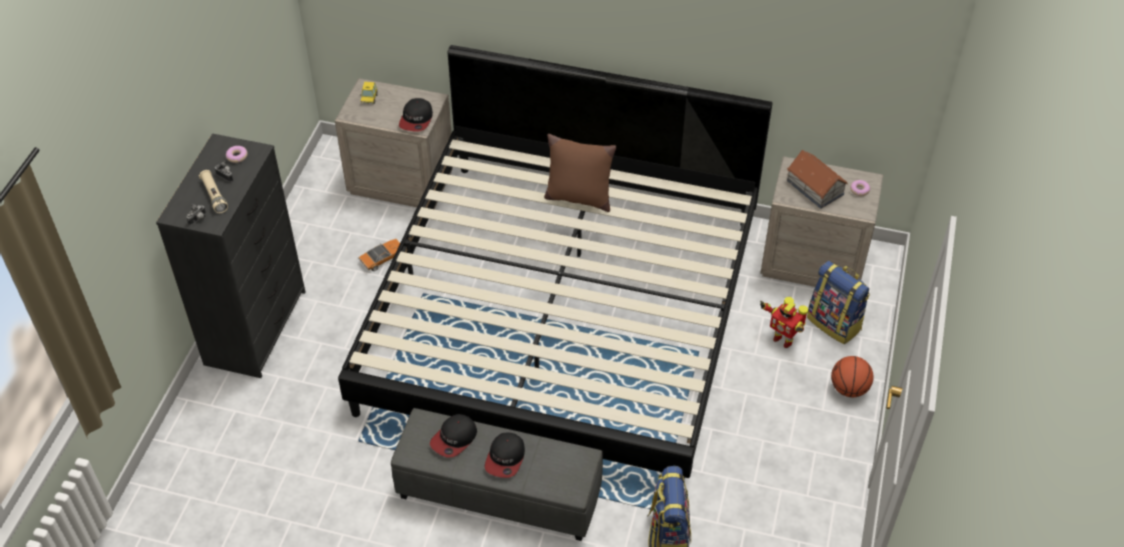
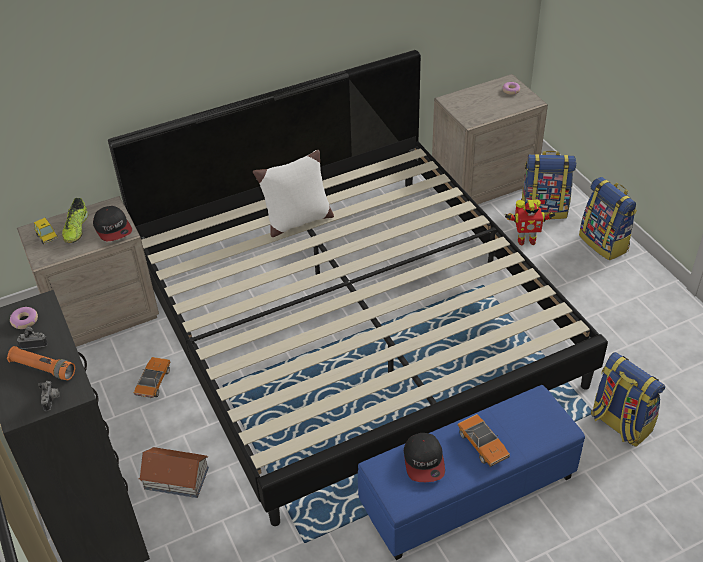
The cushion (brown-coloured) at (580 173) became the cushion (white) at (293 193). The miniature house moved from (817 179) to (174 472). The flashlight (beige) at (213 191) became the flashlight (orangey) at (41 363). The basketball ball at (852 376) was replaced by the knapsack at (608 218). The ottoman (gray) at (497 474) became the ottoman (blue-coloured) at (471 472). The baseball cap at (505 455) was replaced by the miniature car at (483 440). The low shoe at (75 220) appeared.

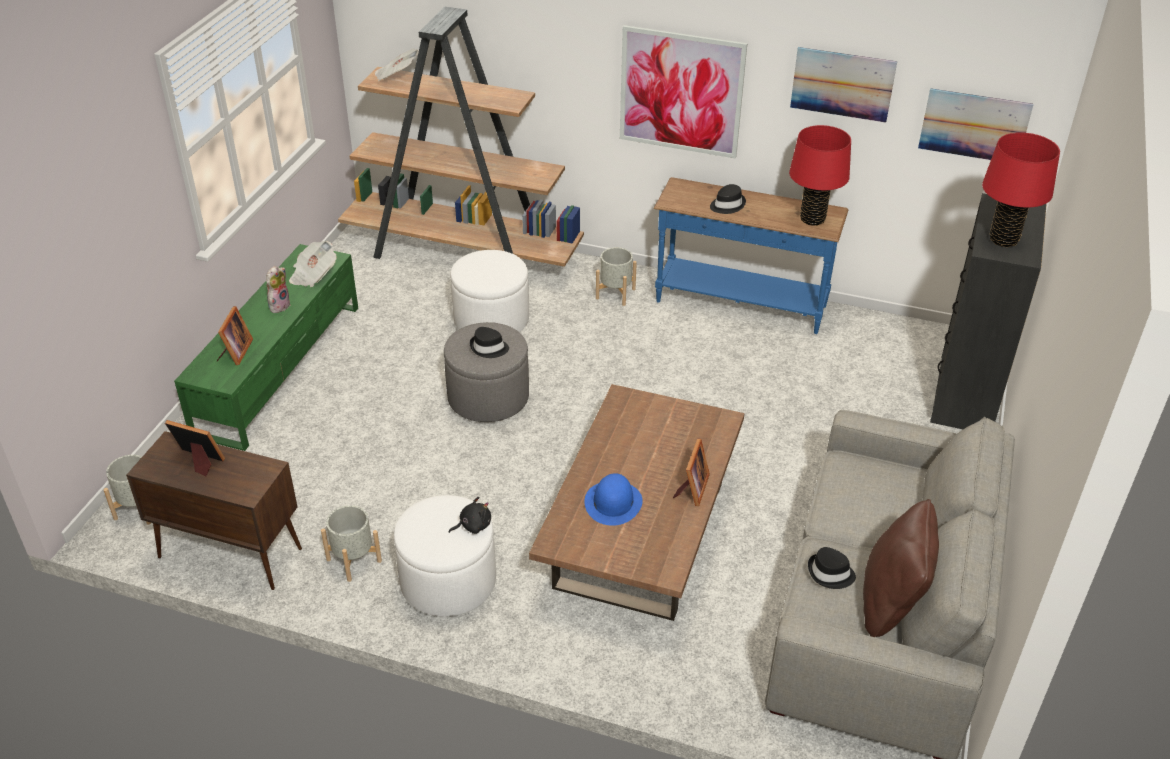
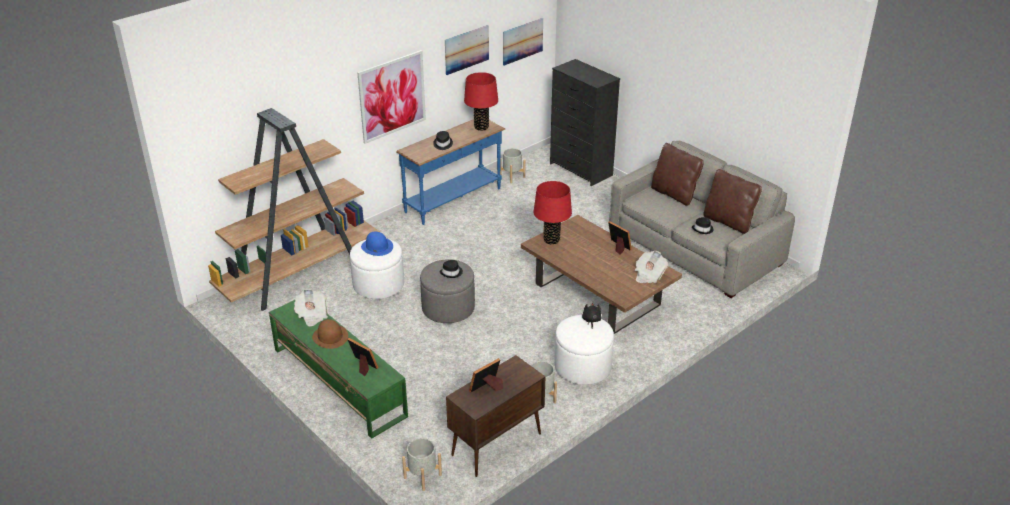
The daily paper moved from (397 64) to (651 267). The lamp for a table (red-coloured) moved from (1021 189) to (552 213). The flower pot (gray) moved from (616 276) to (513 165). The cuddly toy at (278 289) was replaced by the hat (brown-coloured) at (330 334). The hat (blue-coloured) moved from (613 499) to (377 243). The cushion (brown-coloured) at (677 174) appeared.

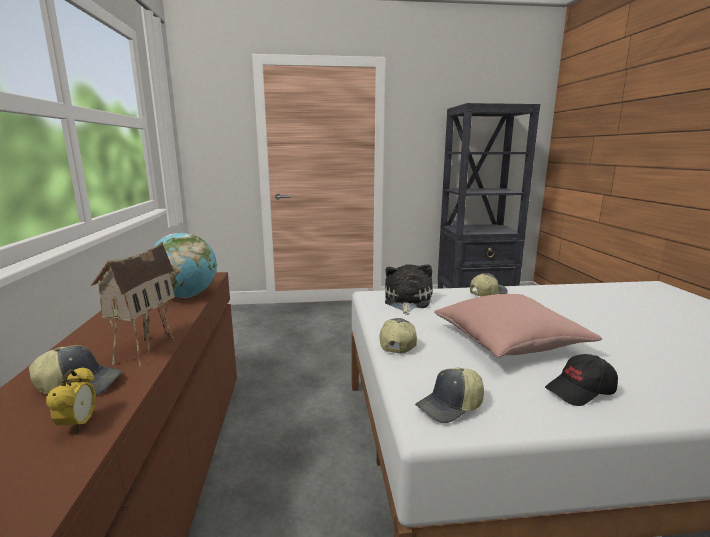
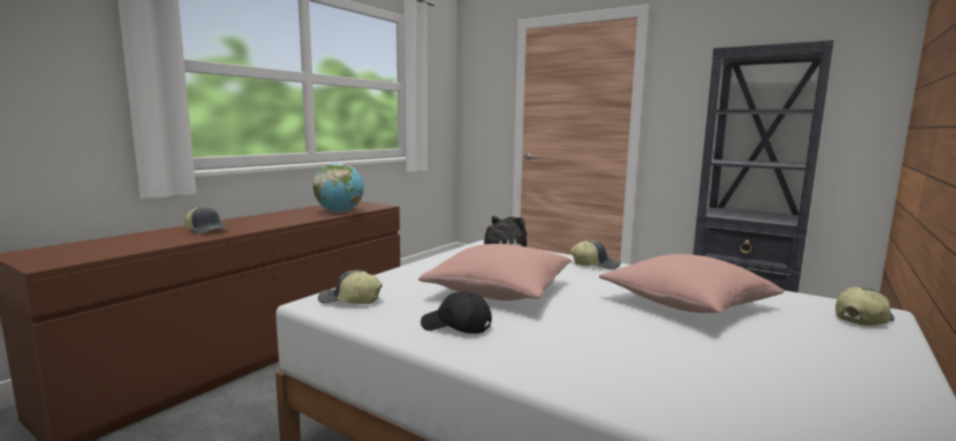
The miniature house at (132 304) disappeared. The baseball cap moved from (398 336) to (864 306). The table clock at (71 400) disappeared. The cushion (pink) at (691 283) appeared.

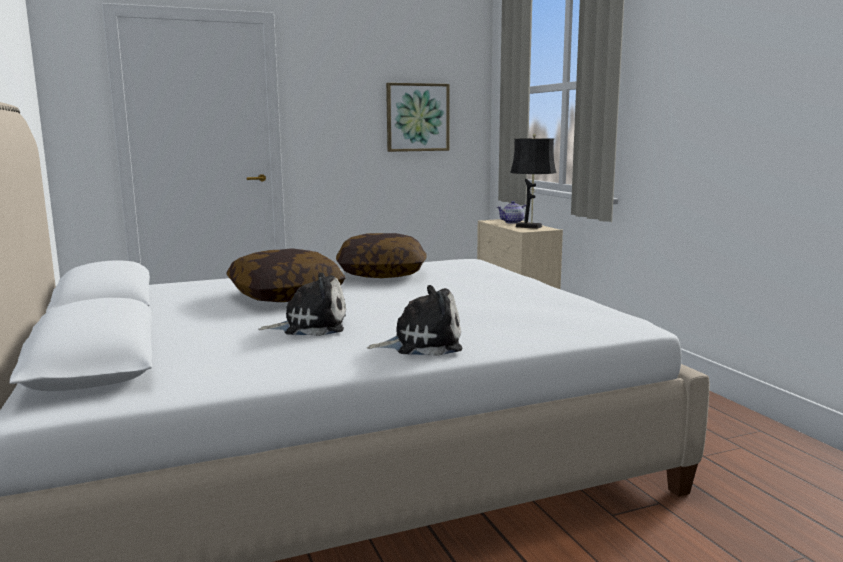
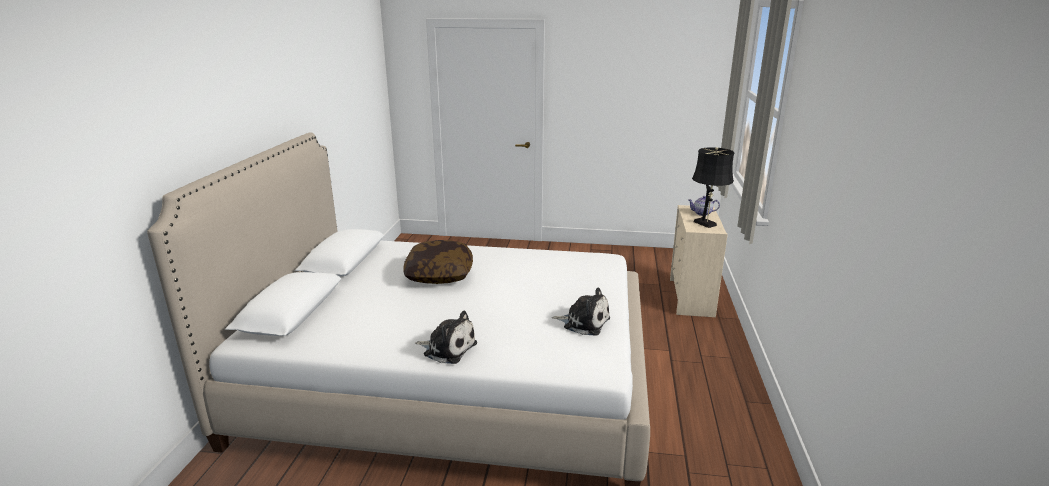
The picture at (418 117) disappeared. The cushion at (381 255) disappeared. The cuddly toy moved from (302 304) to (581 311).

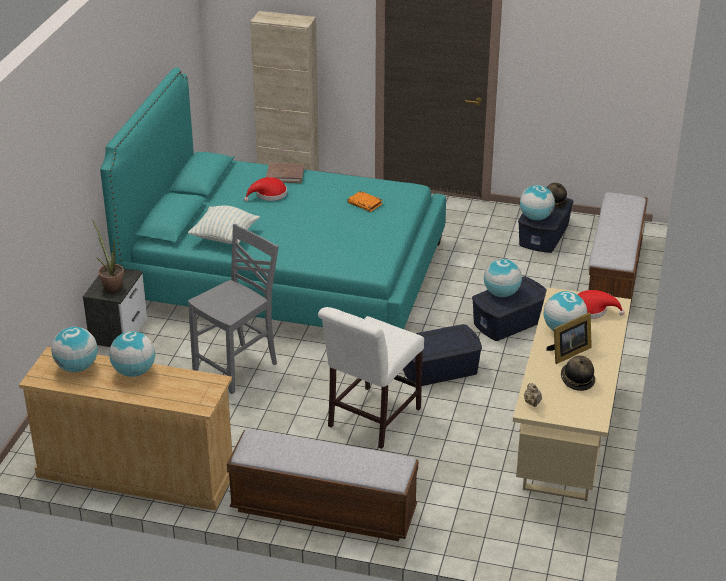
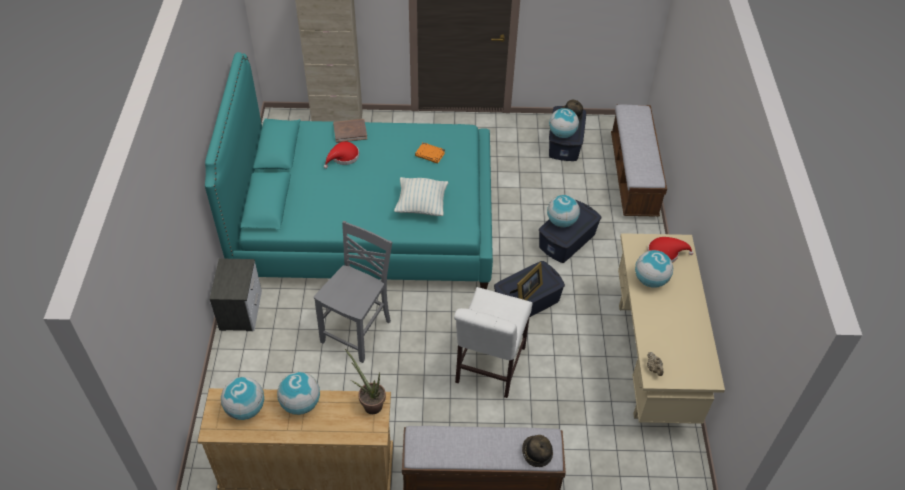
The cushion moved from (224 224) to (421 196). The plant in a pot moved from (108 257) to (365 381). The standing frame moved from (569 338) to (526 281). The hat moved from (578 373) to (537 451).

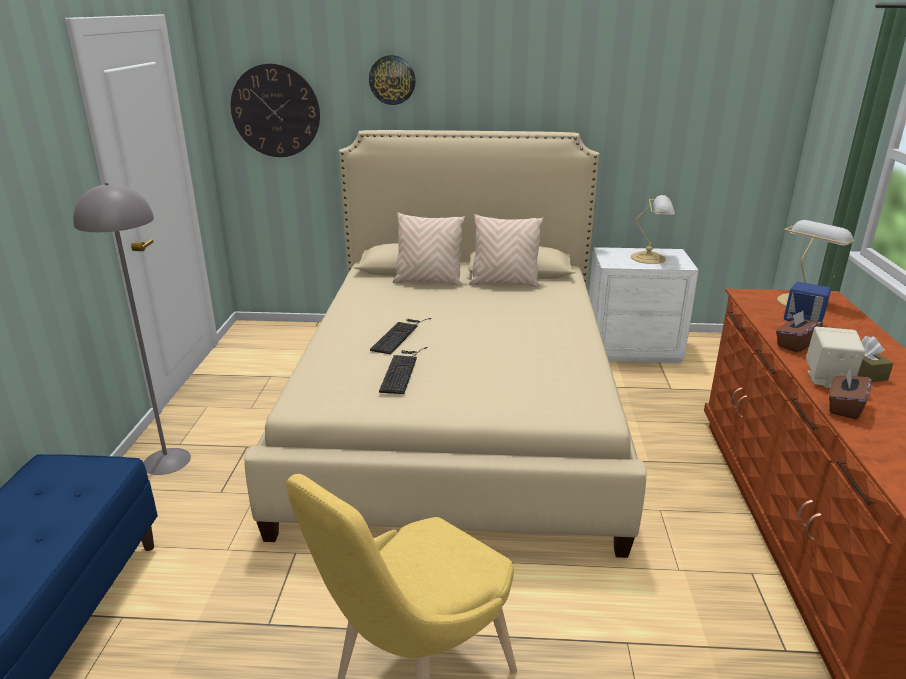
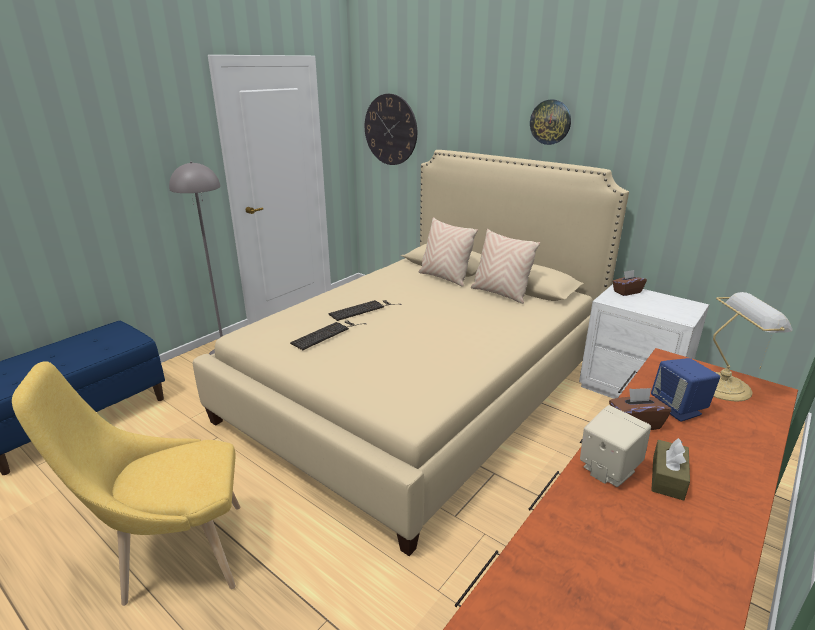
The clock on the wall moved from (392 80) to (550 122). The lamp for a table at (653 229) disappeared. The tissue box (brown-coloured) moved from (850 393) to (629 283).

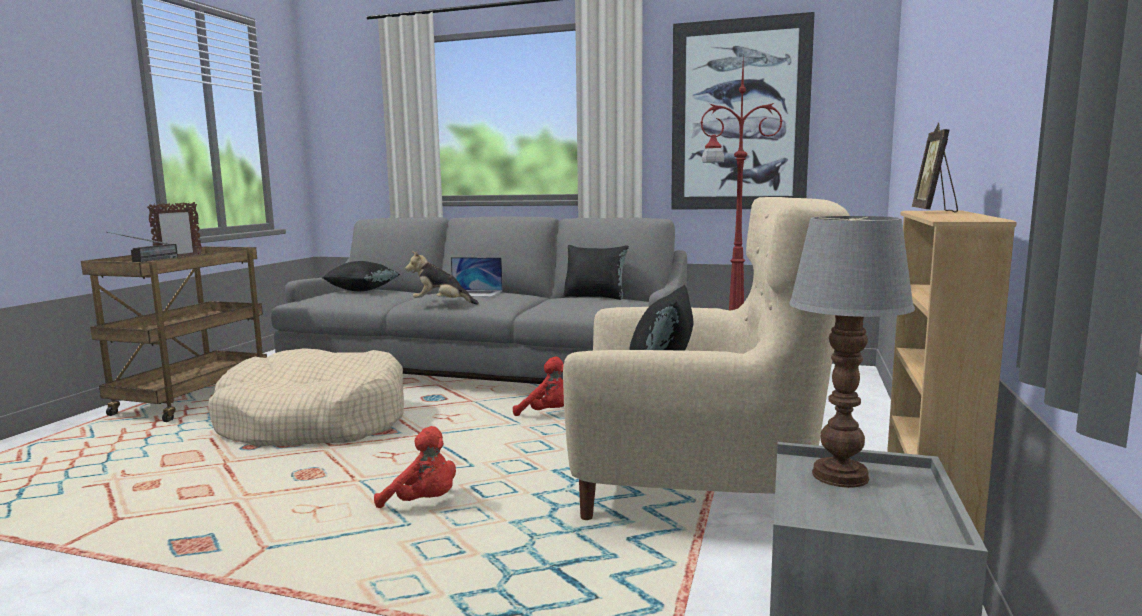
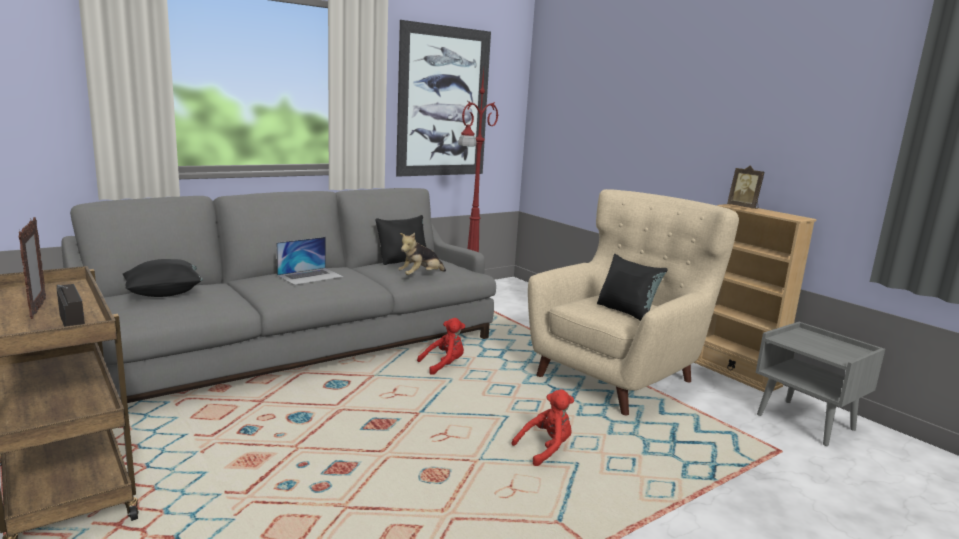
The lamp for a table at (852 352) disappeared. The cuddly toy moved from (442 278) to (422 254). The dog bed (beige) at (306 397) disappeared.

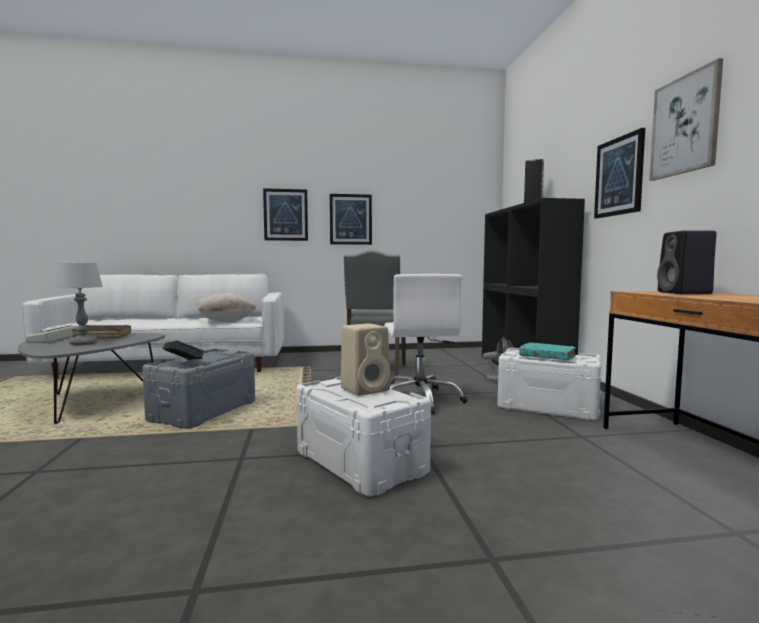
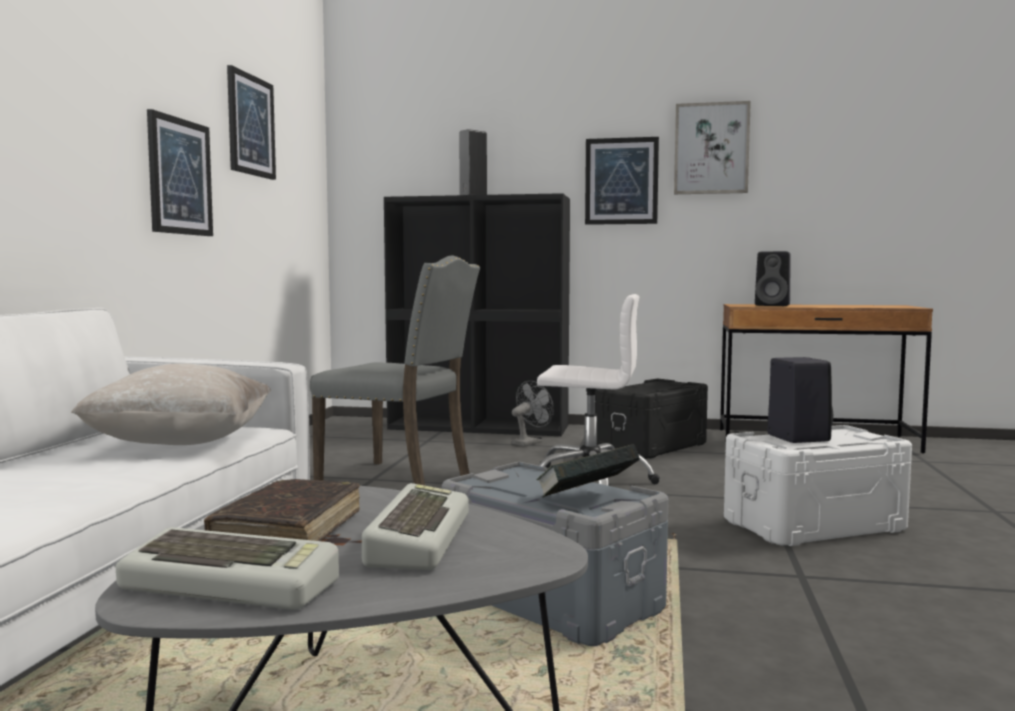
The picture moved from (285 214) to (251 122). The lamp for a table at (79 304) was replaced by the keyboard at (415 526). The loudspeaker (beige) at (365 359) became the loudspeaker (blackish) at (800 400). The book (turquoise) at (547 351) disappeared. The storage container (white) at (549 384) became the storage container (blackish) at (651 419).

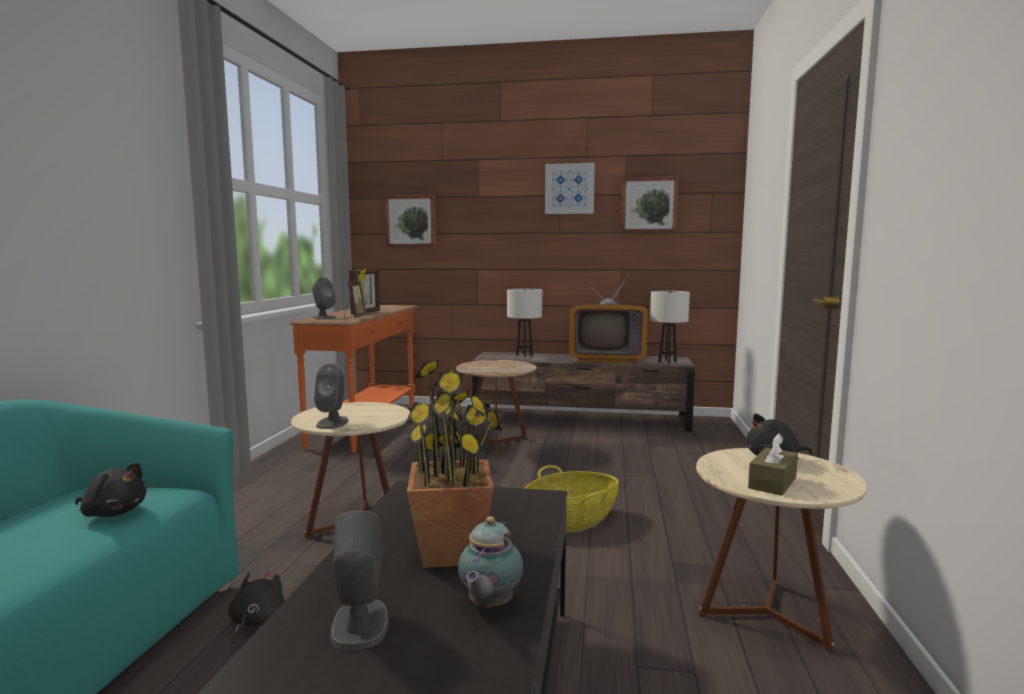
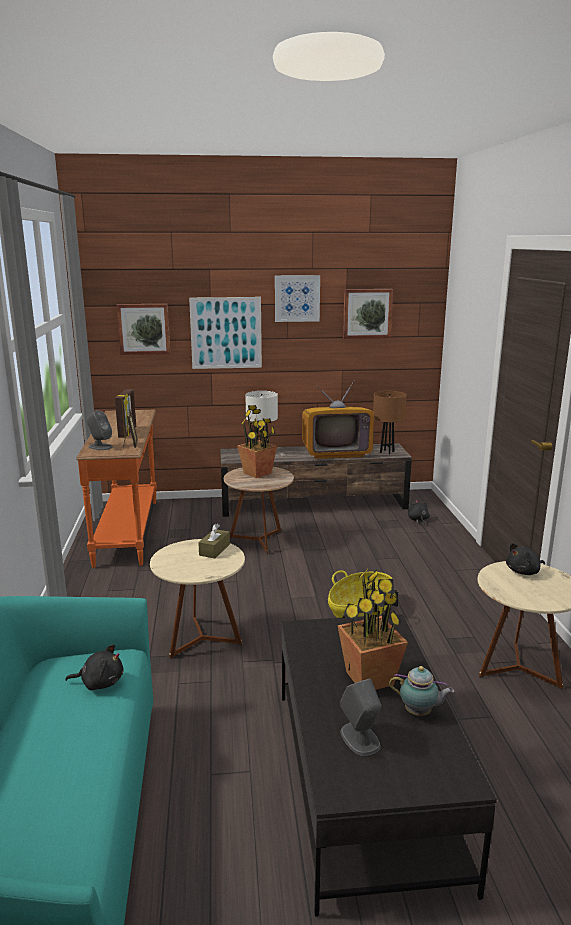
The lamp for a table (white) at (670 327) became the lamp for a table (brown-coloured) at (390 423). The loudspeaker (gray) at (331 396) disappeared. The tissue box (brown-coloured) moved from (773 464) to (214 541). The pot for tea at (490 562) turned 75 degrees counterclockwise. The cuddly toy (blackish) moved from (256 608) to (419 512). The picture at (225 333) appeared. The plant in a pot at (257 441) appeared.

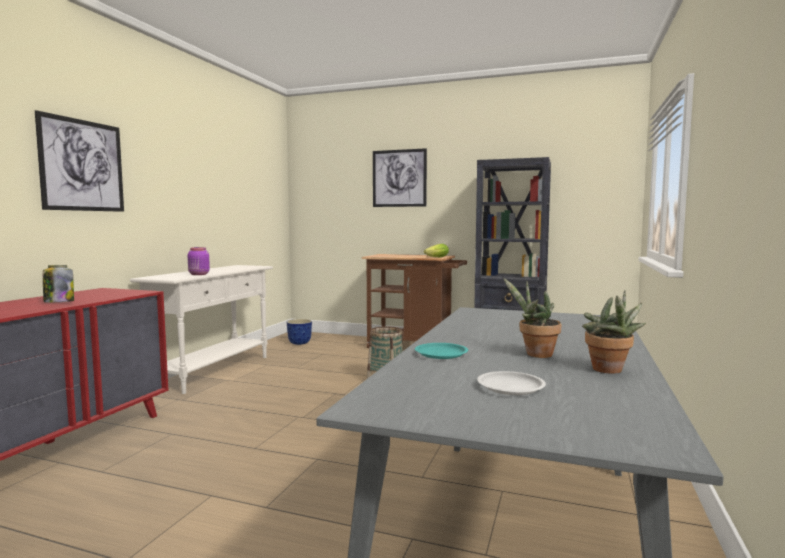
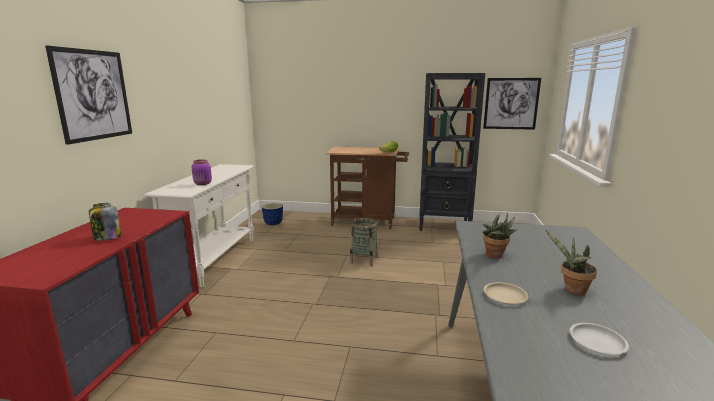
The picture moved from (400 177) to (512 104). The plant in a pot moved from (614 332) to (499 235). The flat dish (turquoise) at (441 351) became the flat dish (beige) at (505 293).

